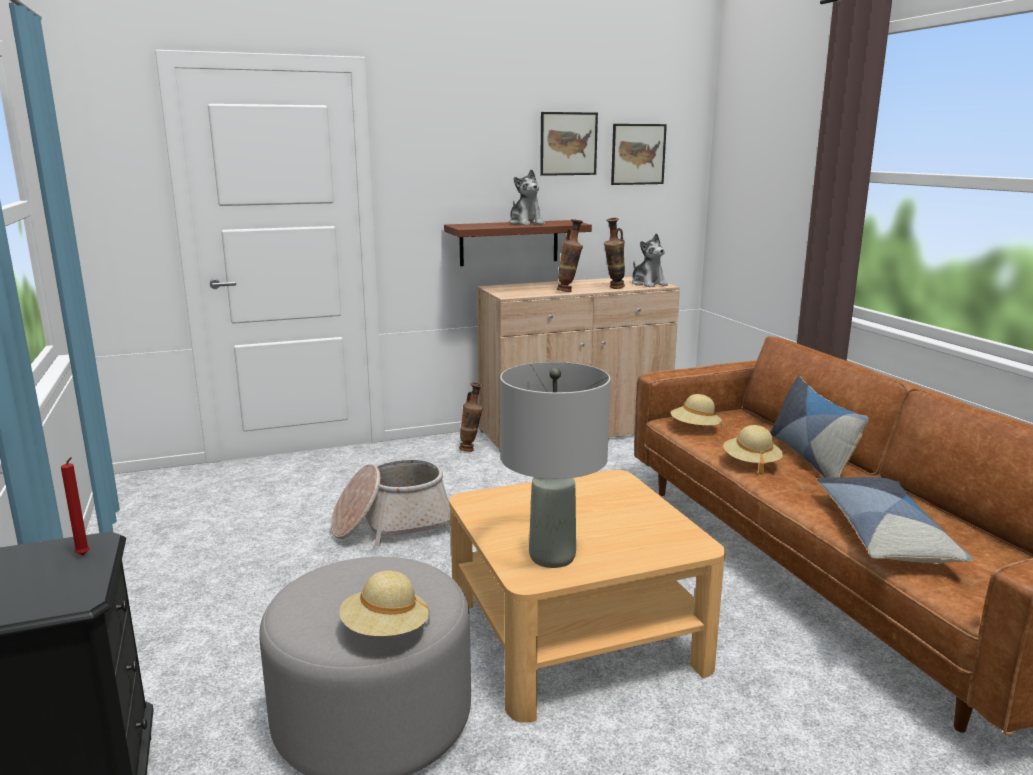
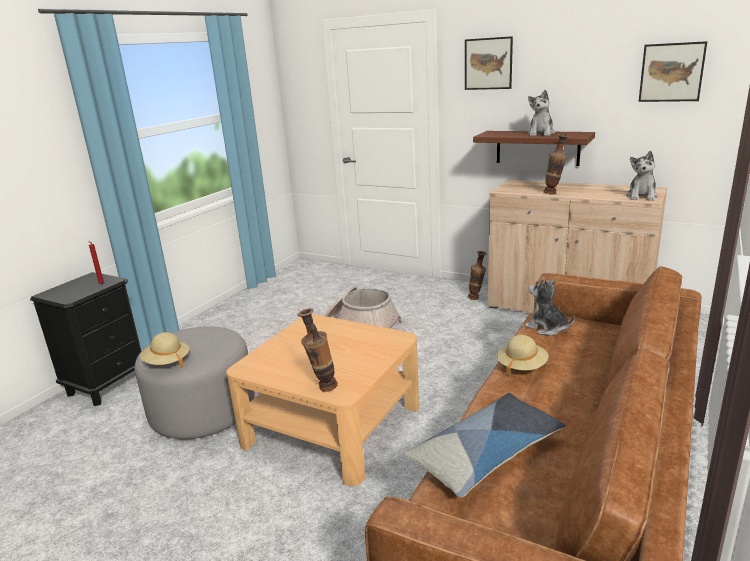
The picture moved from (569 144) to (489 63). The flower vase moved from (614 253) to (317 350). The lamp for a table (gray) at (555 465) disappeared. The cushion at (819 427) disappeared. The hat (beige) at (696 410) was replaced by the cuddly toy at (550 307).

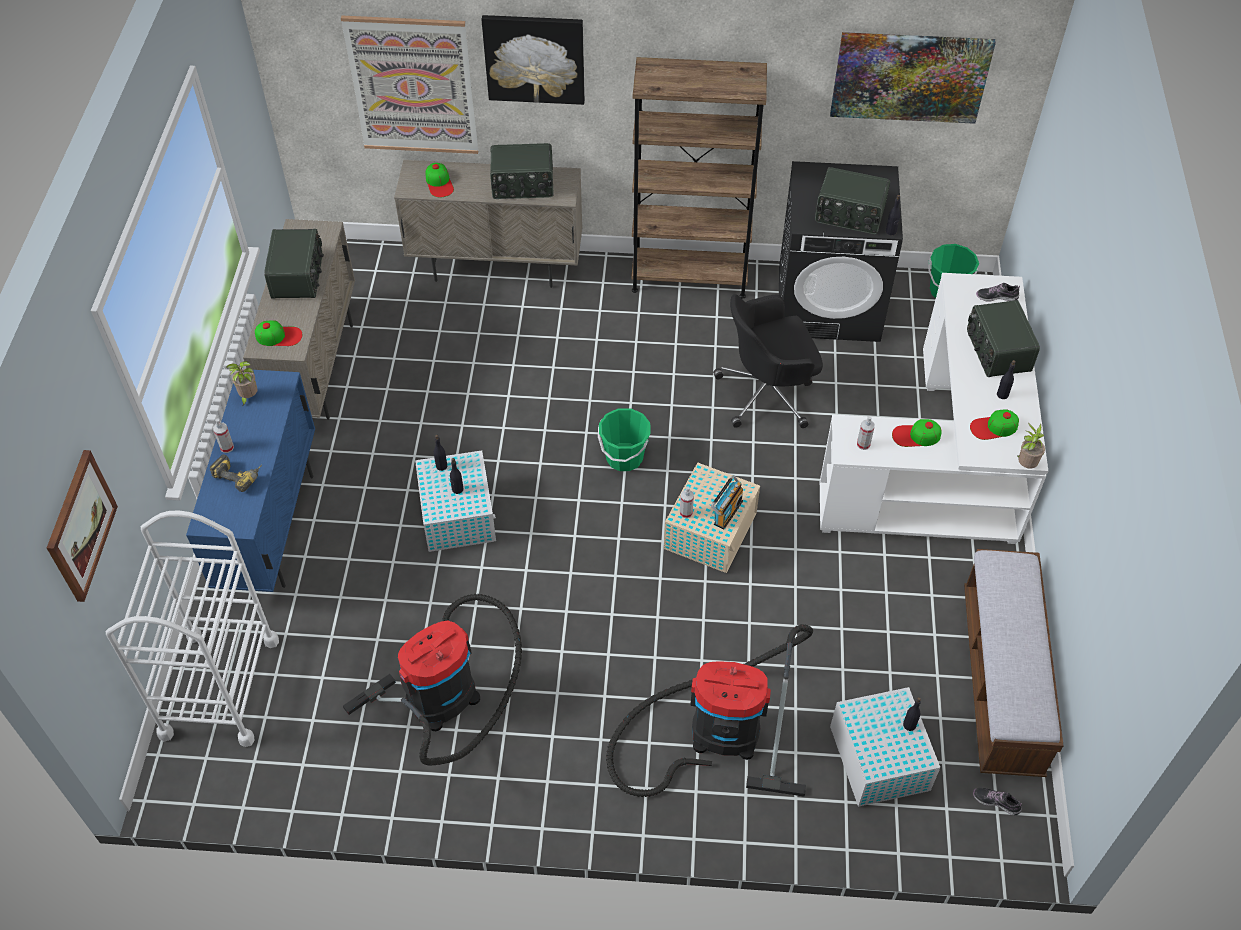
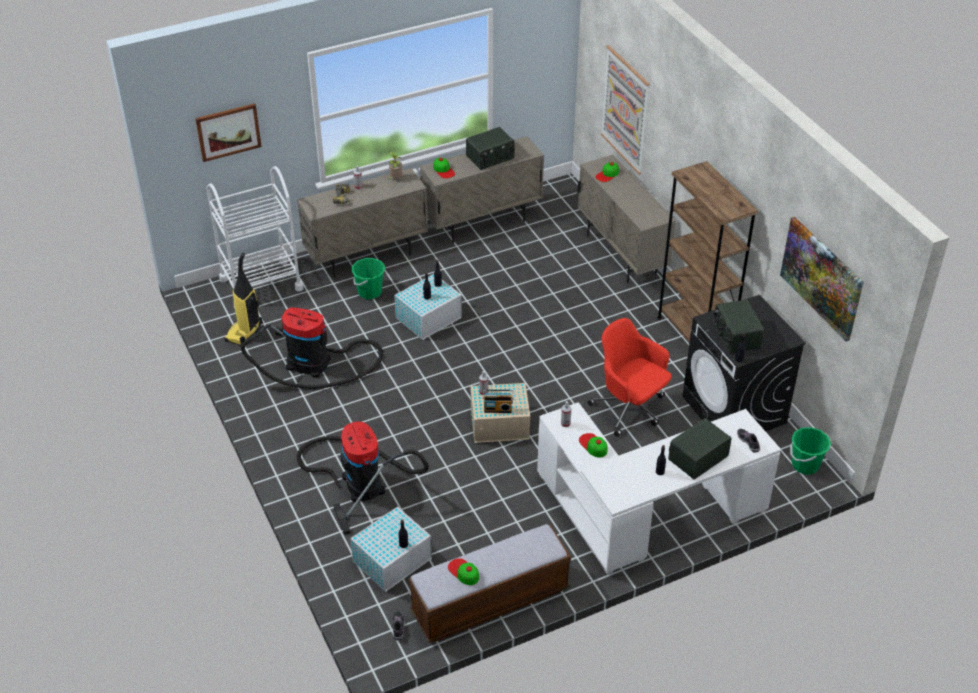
The picture at (533 60) disappeared. The radio receiver at (522 171) disappeared. The computer chair (blackish) at (768 361) became the computer chair (red-coloured) at (629 377). The storage cabinet (blue-coloured) at (250 481) became the storage cabinet (beige) at (362 223). The bucket (greenish) moved from (624 439) to (368 278). The baseball cap moved from (994 425) to (463 571). The plant in a pot at (1031 445) disappeared. The hoover at (243 299) appeared.

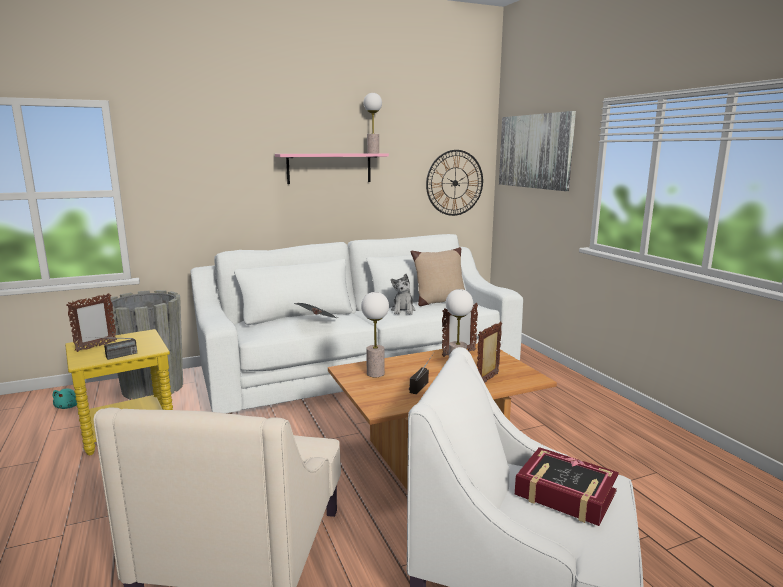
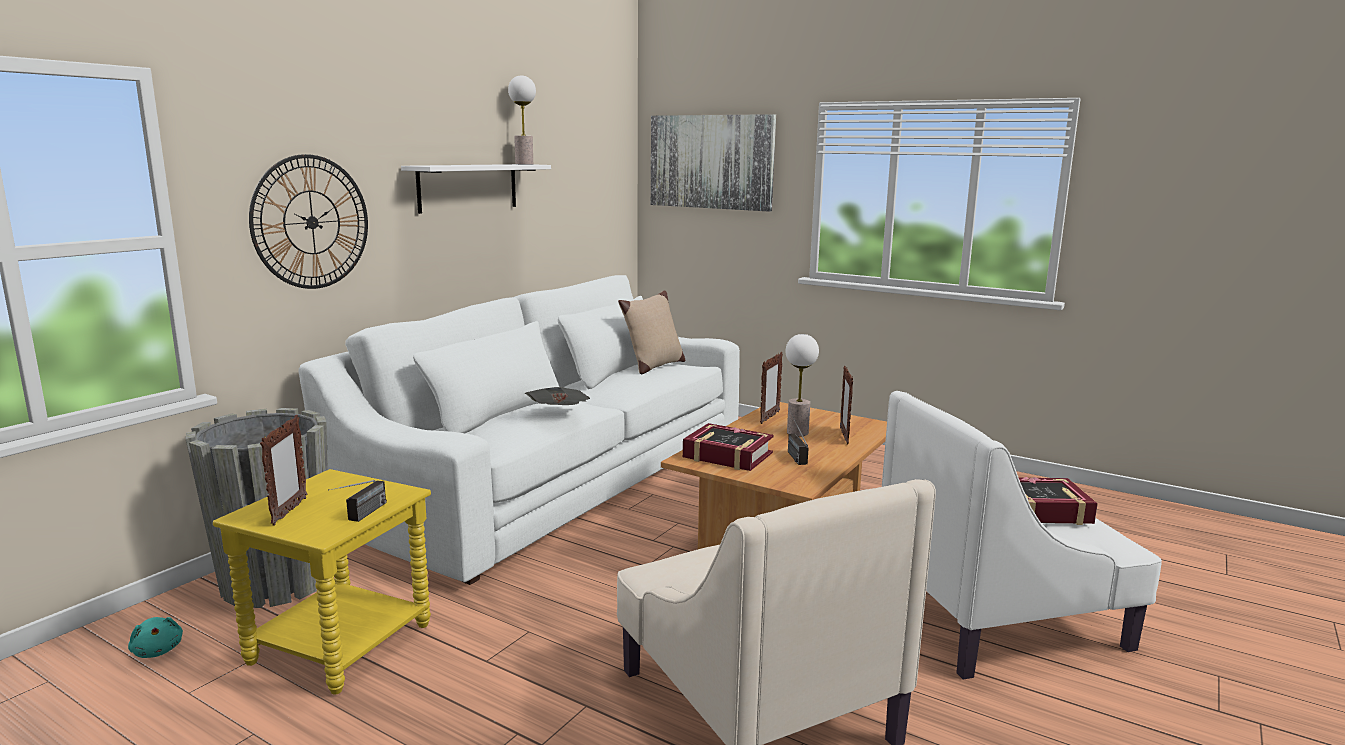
The clock on the wall moved from (454 183) to (308 221). The wall shelf (pink) at (332 168) became the wall shelf (white) at (476 189). The cuddly toy at (403 294) disappeared. The lamp for a table at (375 334) was replaced by the book at (728 447).

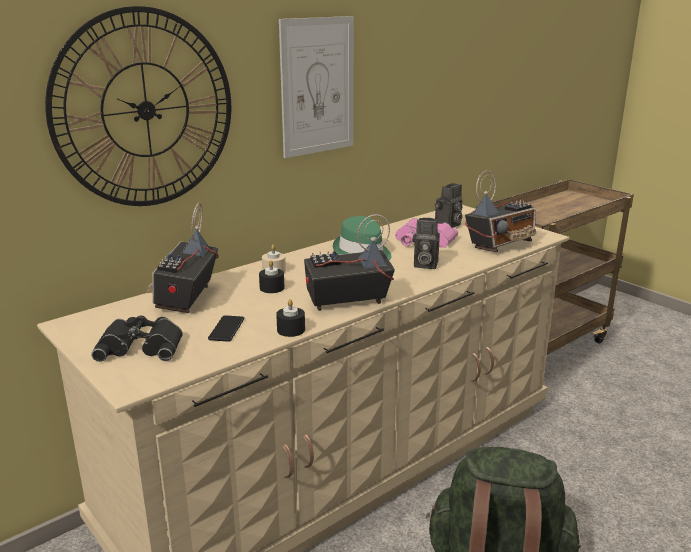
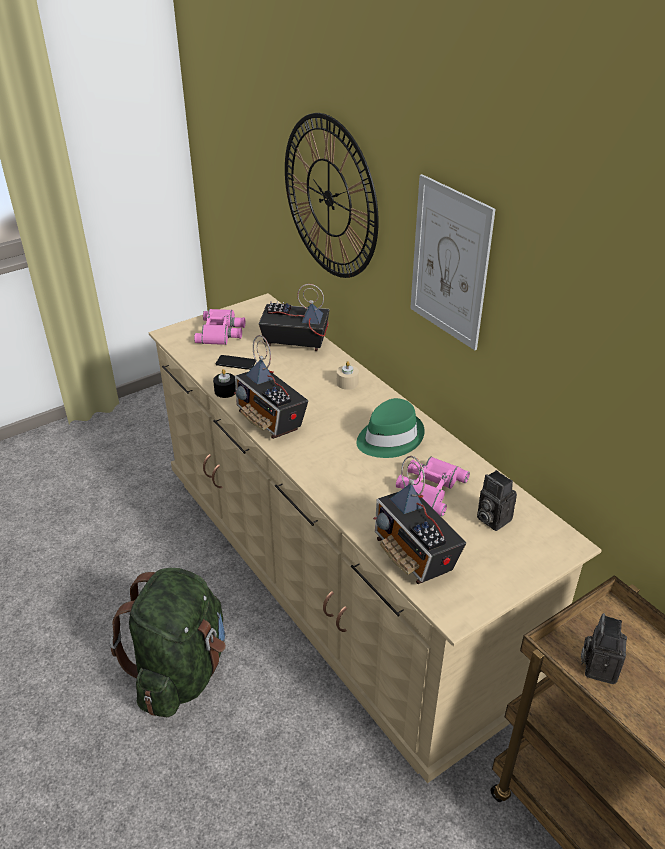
The radio receiver at (349 262) turned 150 degrees clockwise. The still camera moved from (426 243) to (604 648). The wax light (blackish) at (272 276) disappeared. The binoculars (blackish) at (137 338) became the binoculars (pink) at (219 327).

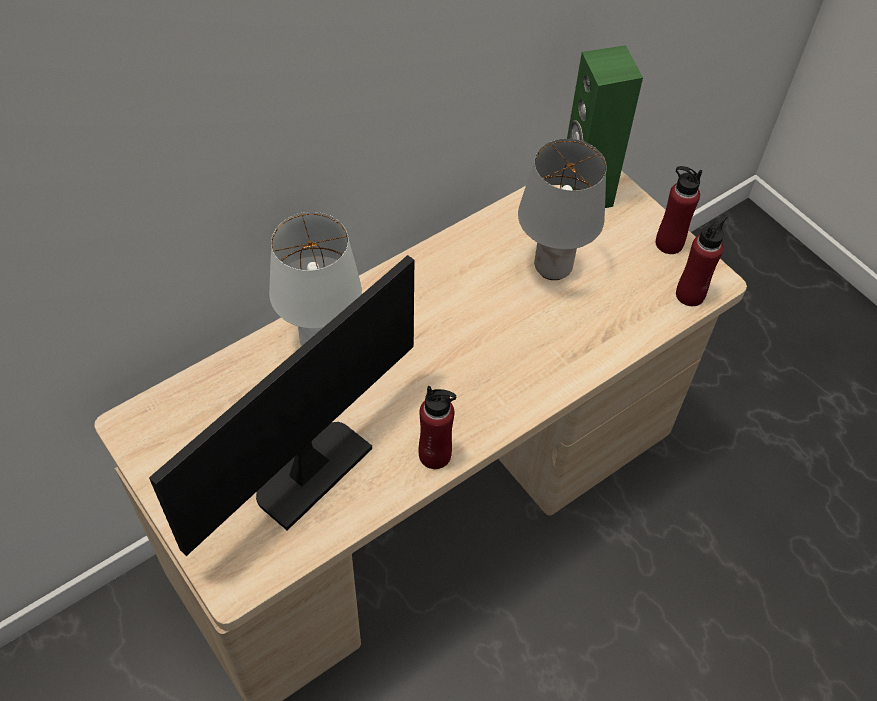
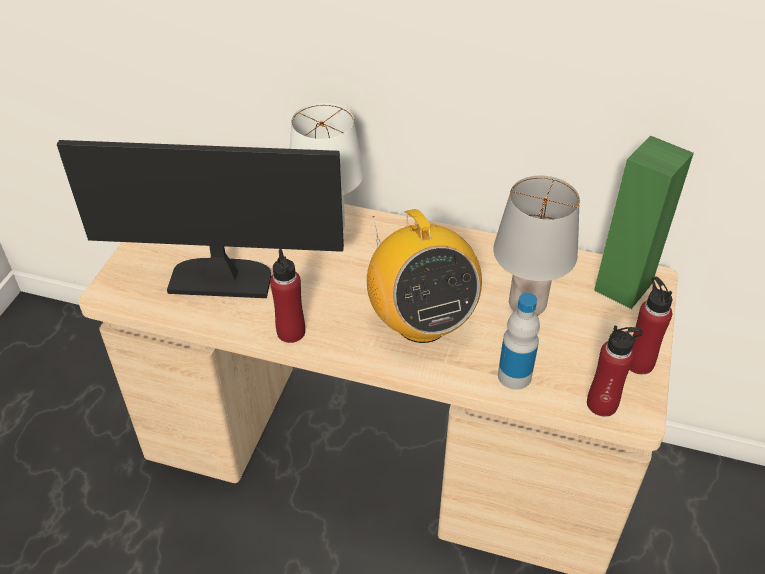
The radio receiver at (424 276) appeared. The bottle at (519 341) appeared.

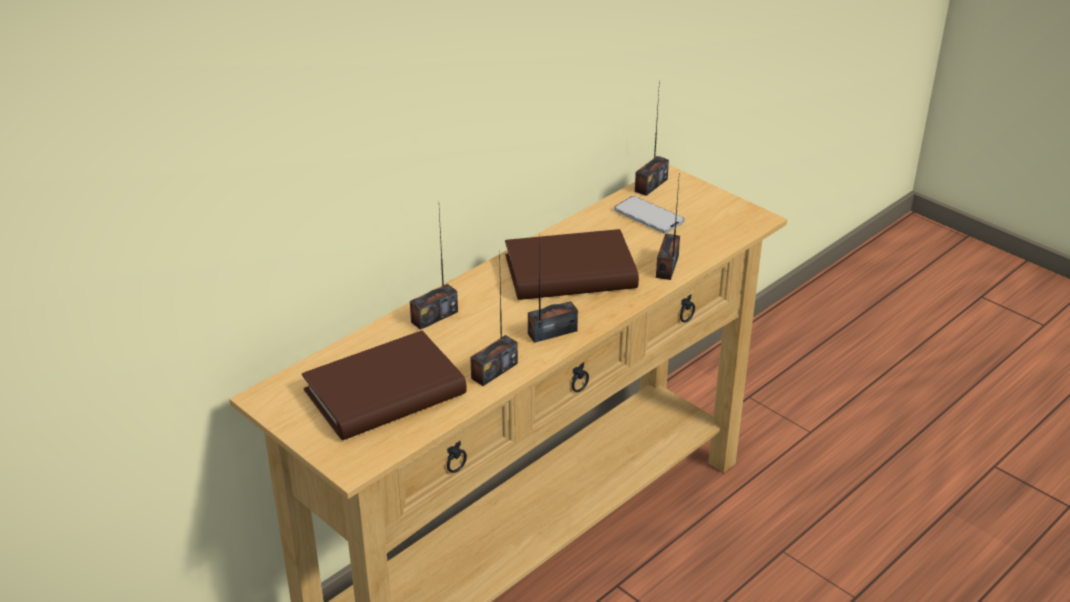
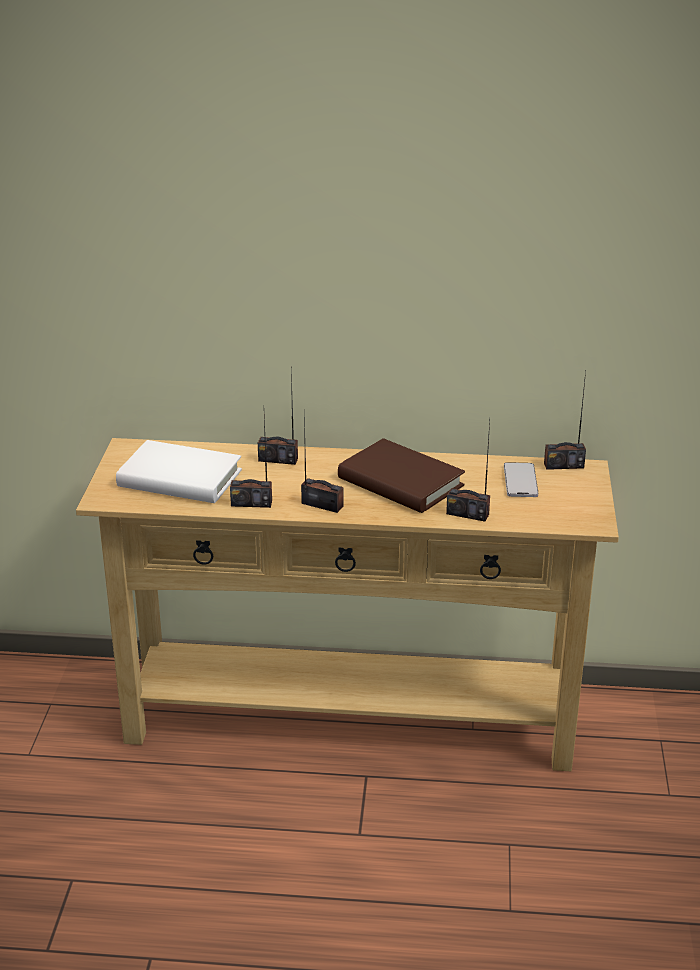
The radio receiver at (668 230) turned 135 degrees counterclockwise. The book (brown-coloured) at (384 385) became the book (white) at (179 471).

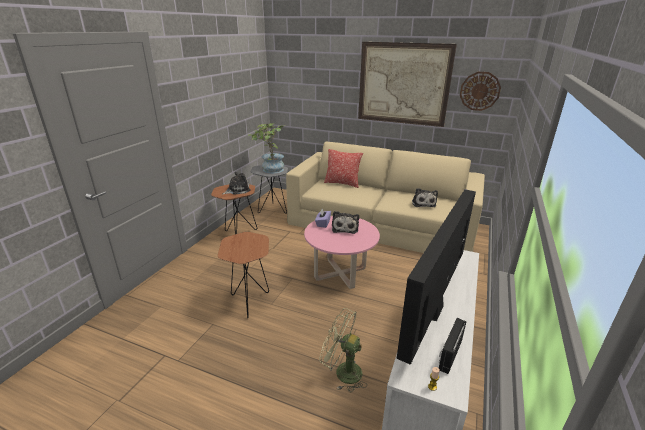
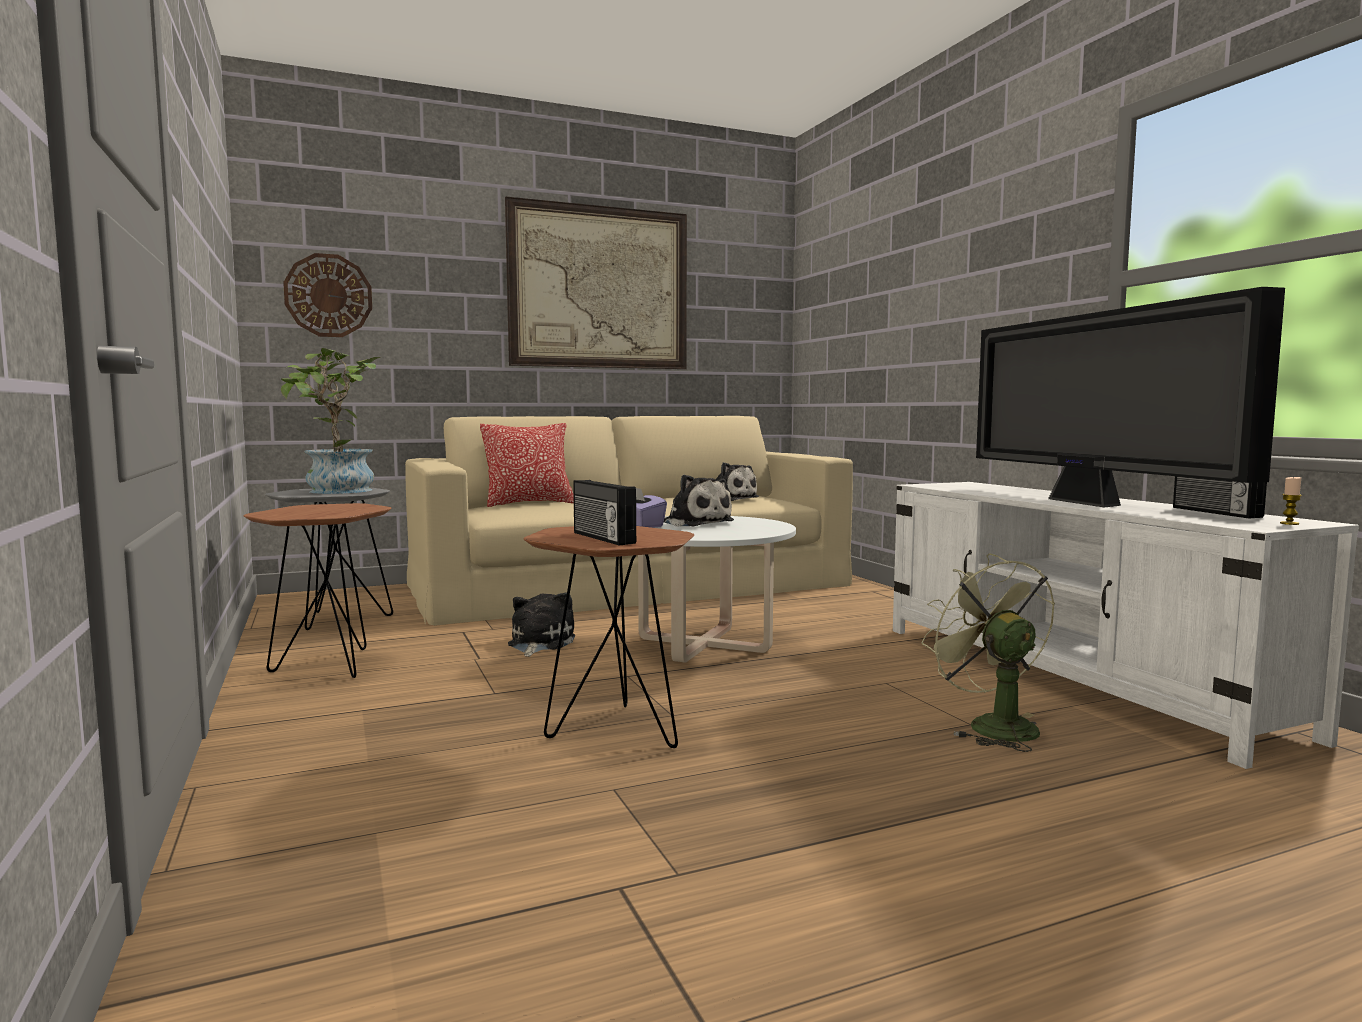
The clock on the wall moved from (480 91) to (327 295). The cuddly toy moved from (236 183) to (541 624). The lounge table (pink) at (342 252) became the lounge table (white) at (717 589). The fan (greenish) at (343 350) turned 90 degrees clockwise. The radio receiver at (604 512) appeared.

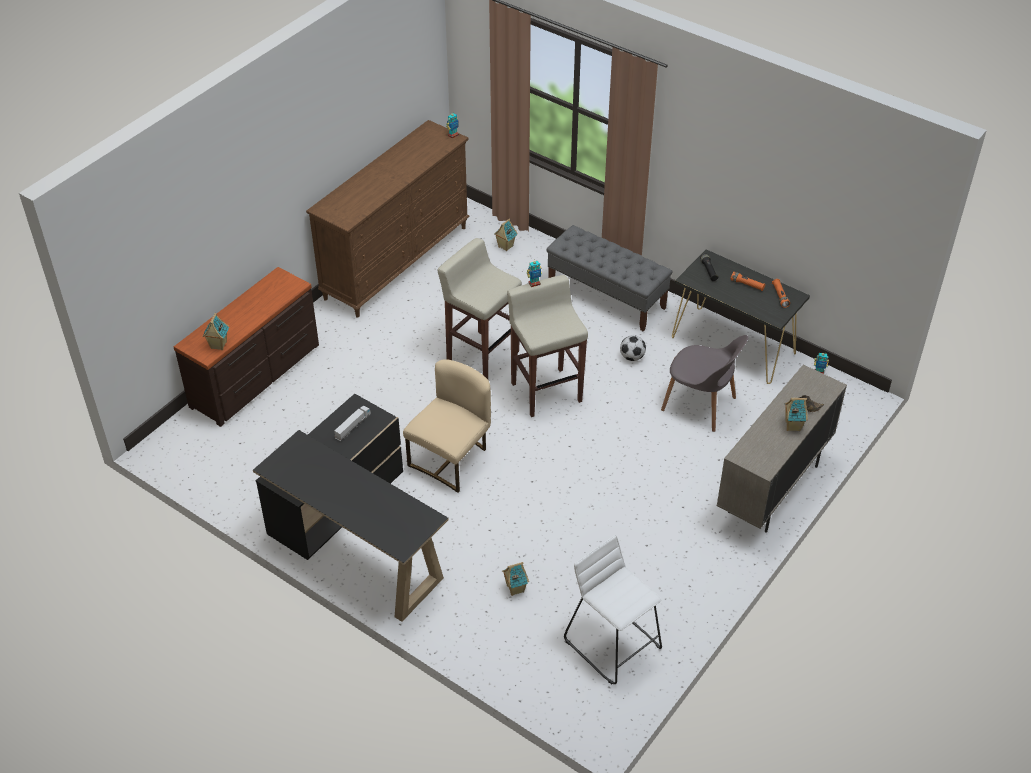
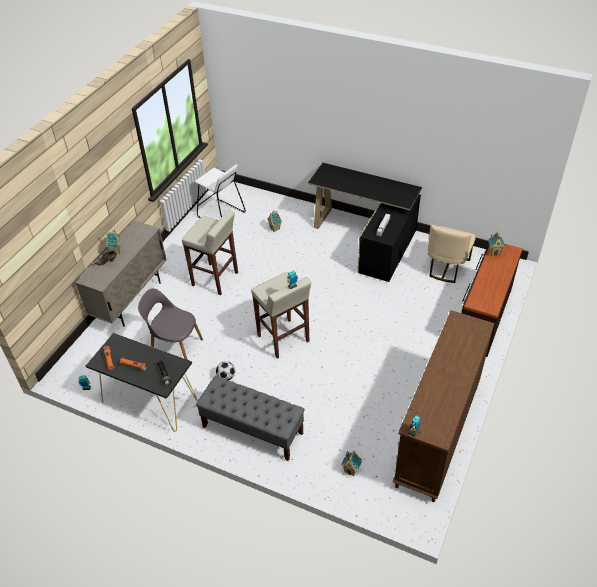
The stool (beige) moved from (479 308) to (210 252). The upright chair (beige) moved from (447 426) to (452 253).

